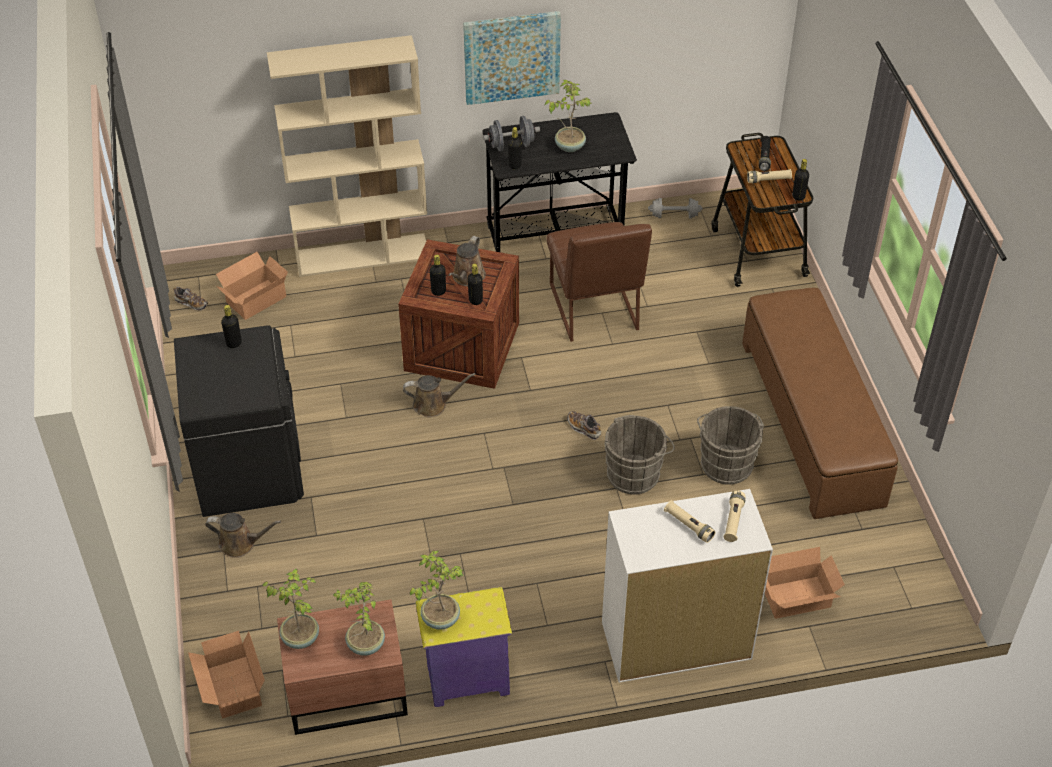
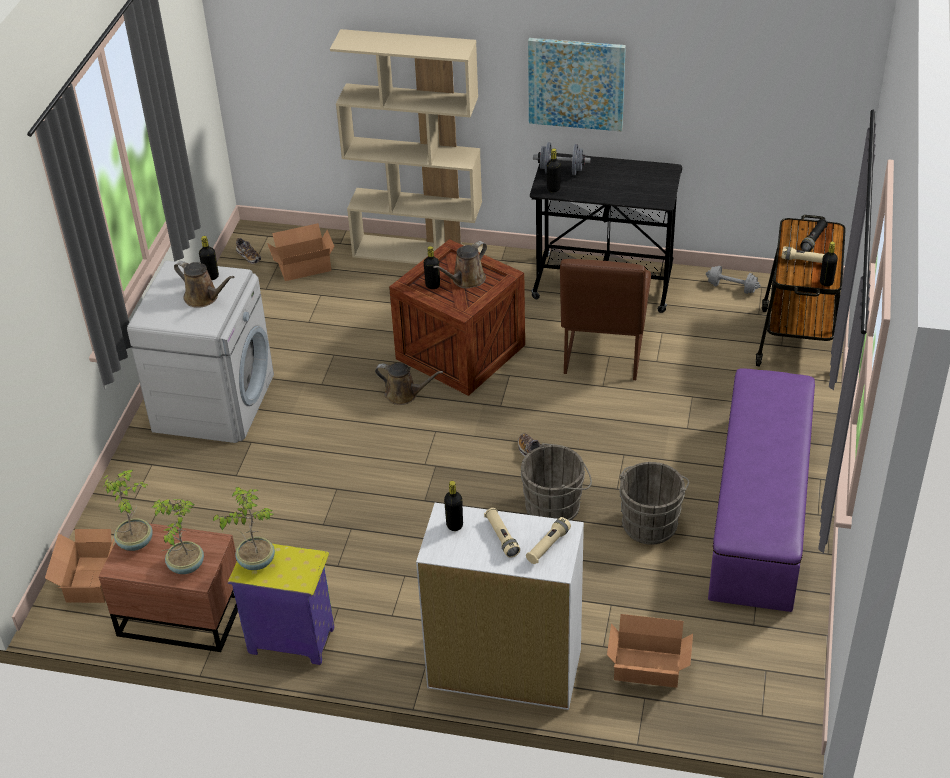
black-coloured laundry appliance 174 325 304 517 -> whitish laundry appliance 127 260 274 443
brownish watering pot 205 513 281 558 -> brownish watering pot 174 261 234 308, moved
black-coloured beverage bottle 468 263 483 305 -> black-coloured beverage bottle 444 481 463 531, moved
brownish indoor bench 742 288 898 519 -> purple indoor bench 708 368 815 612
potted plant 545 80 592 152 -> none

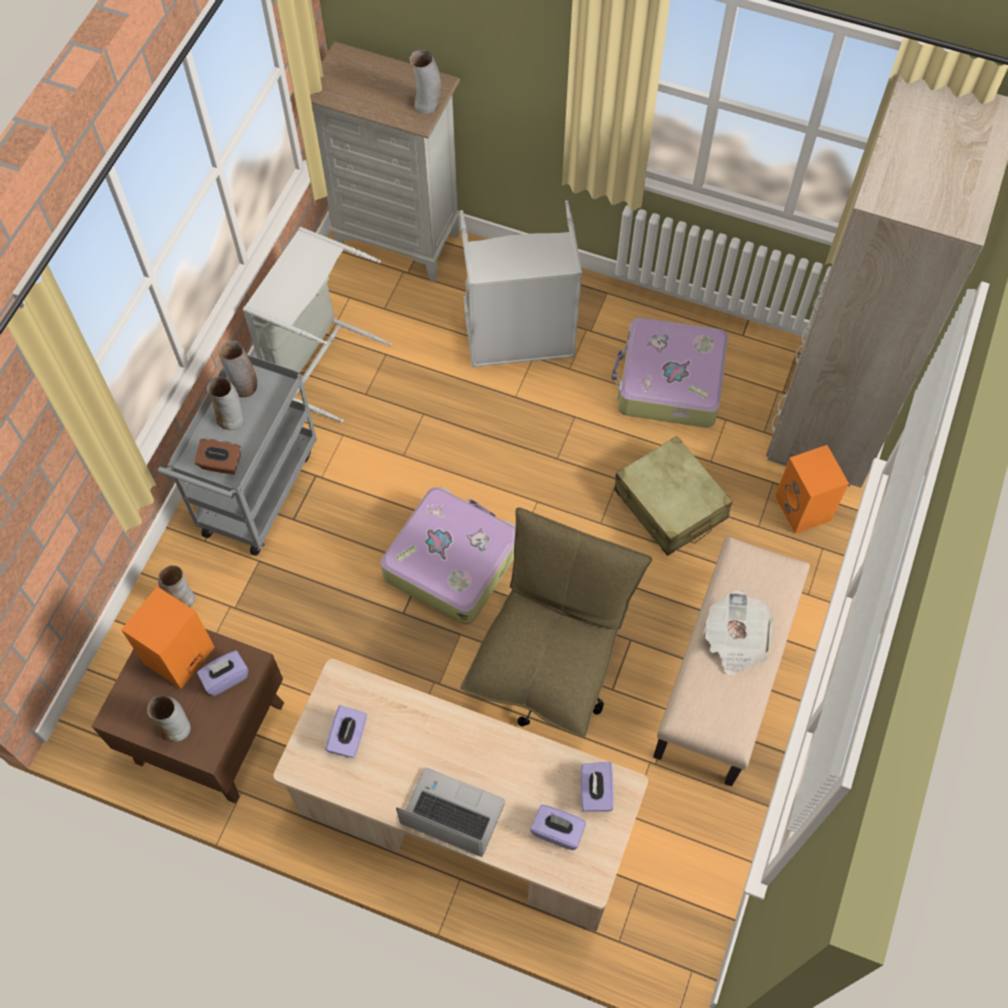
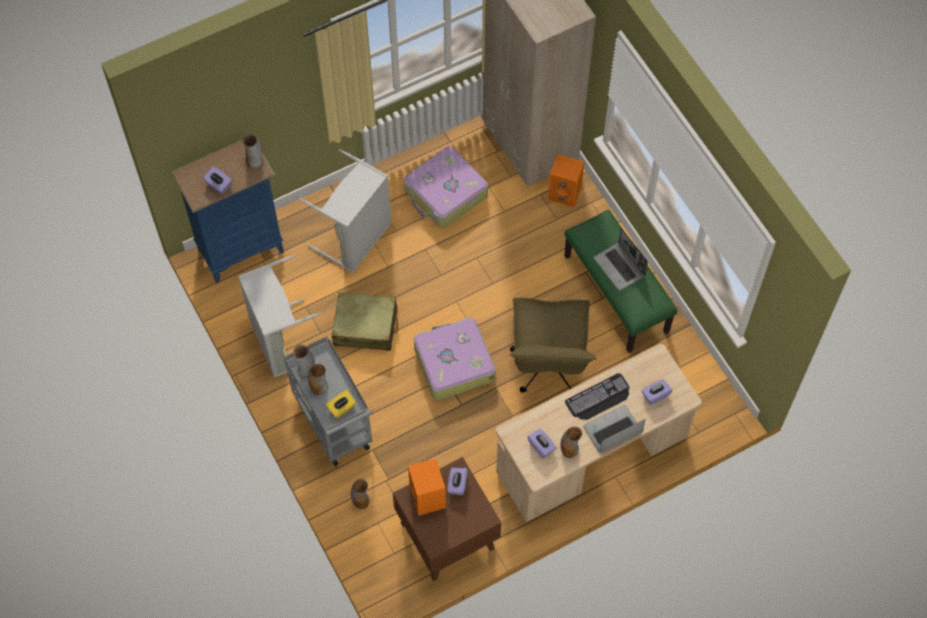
whitish chest of drawers 310 42 460 282 -> bluish chest of drawers 171 140 284 283
purple box of tissues 581 762 614 812 -> purple box of tissues 203 166 232 194, moved
brownish box of tissues 195 439 242 475 -> yellow box of tissues 326 390 356 418
sand-coloured piece of luggage 615 436 733 556 -> sand-coloured piece of luggage 332 293 398 351, moved
sand-coloured computer chair 460 507 652 737 -> sand-coloured computer chair 510 298 597 393, 150 degrees counterclockwise
decorative vase 147 696 191 742 -> decorative vase 561 427 582 458, moved
sand-coloured indoor bench 653 536 810 786 -> green-coloured indoor bench 564 210 677 353
none -> computer keyboard 565 373 630 420
printed paper 703 590 773 676 -> laptop 594 228 648 291

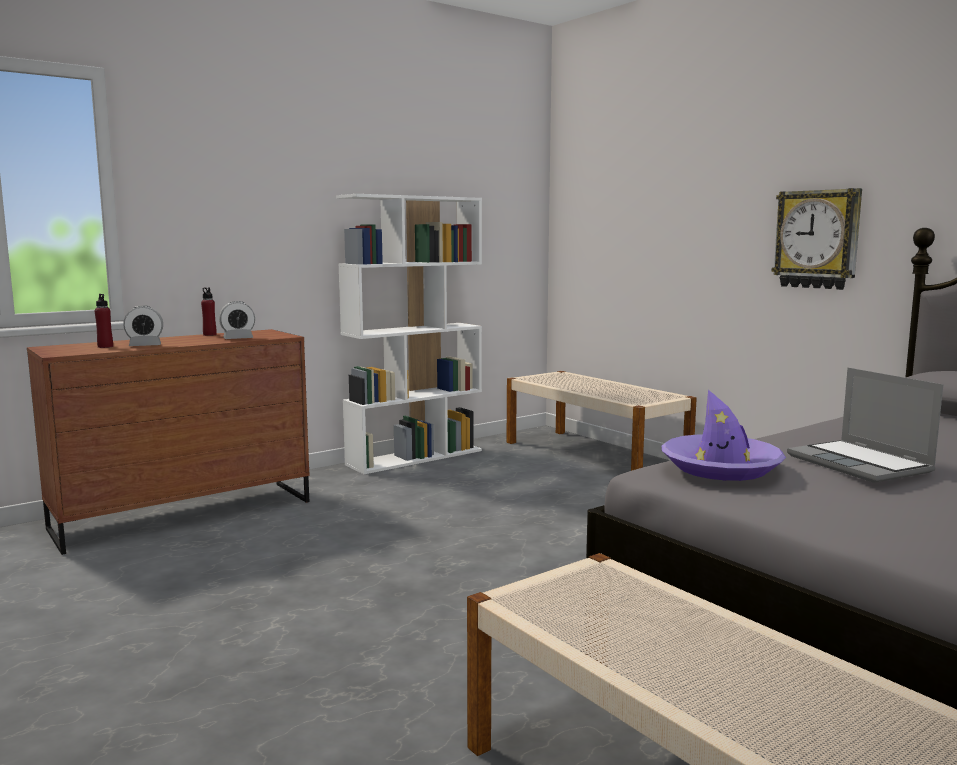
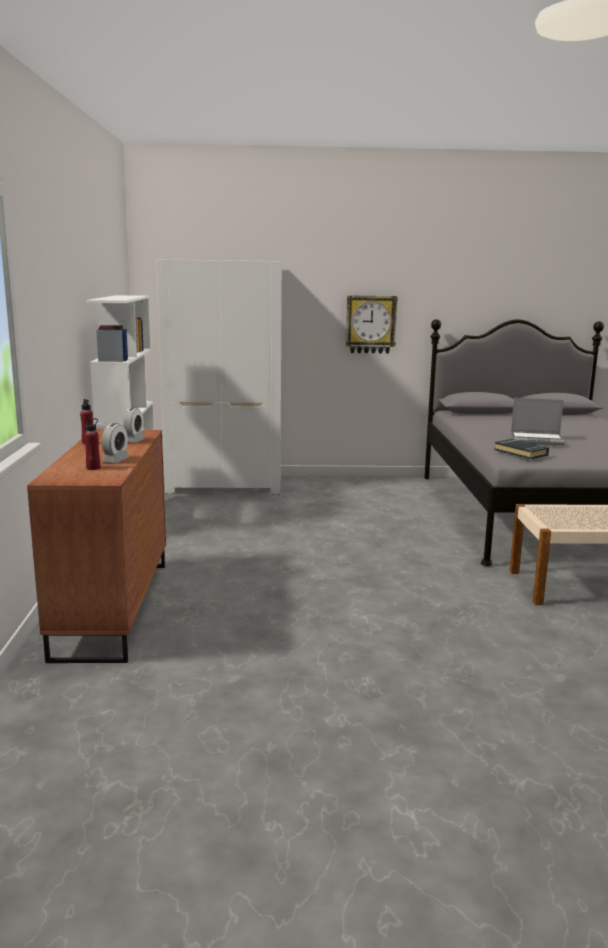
sand-coloured indoor bench 507 371 697 471 -> whitish wardrobe 156 259 282 495
purple hat 662 390 786 481 -> black-coloured book 494 439 549 459

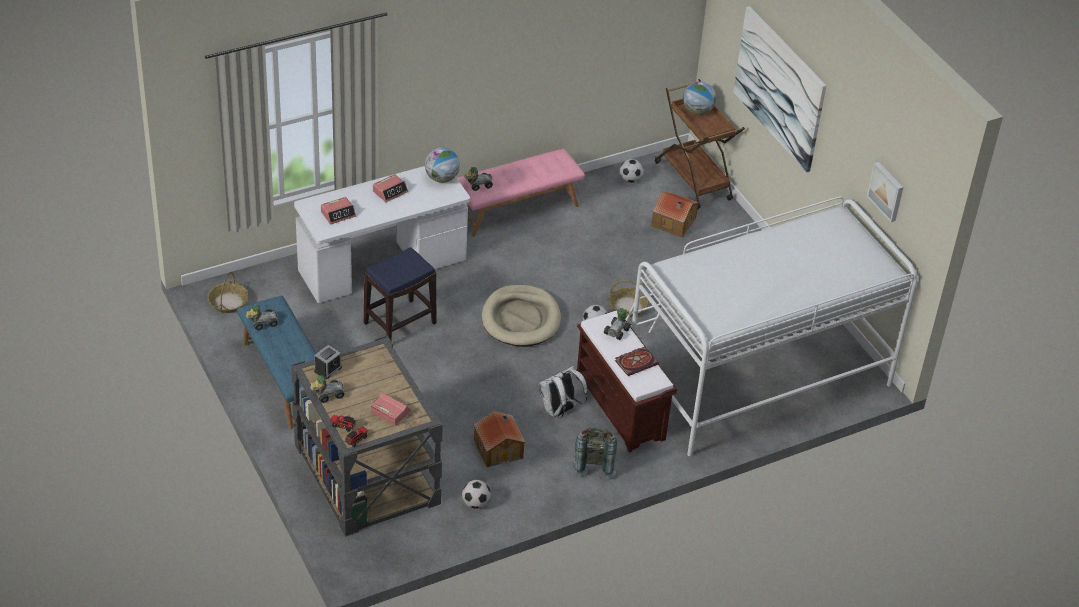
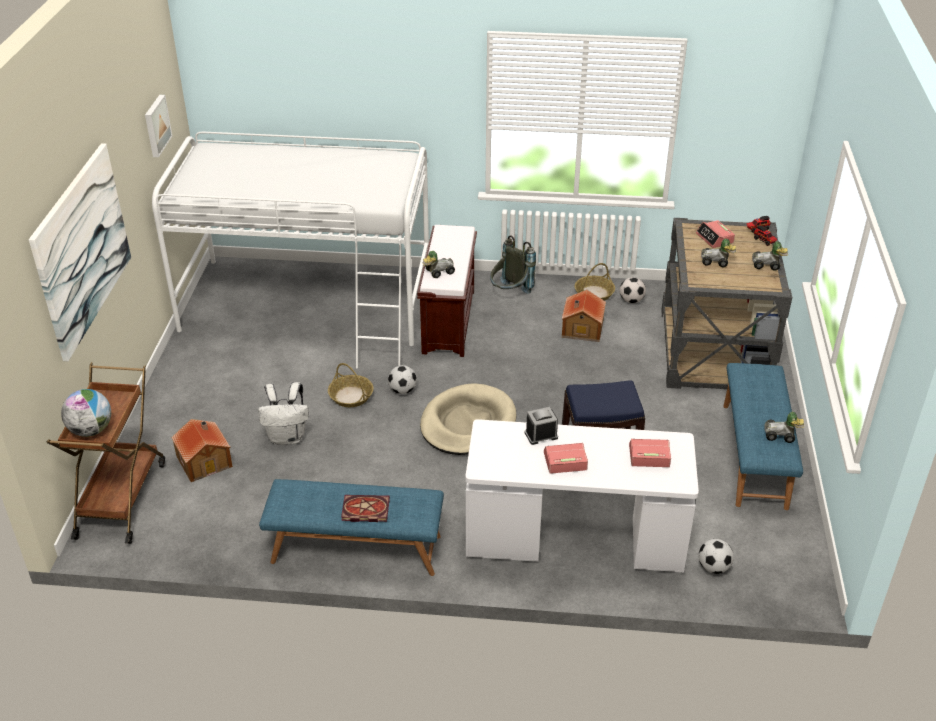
whitish backpack 539 366 587 418 -> whitish backpack 258 382 309 445, moved
pink-coloured indoor bench 457 148 585 237 -> bluish indoor bench 259 479 444 576
book 615 347 659 376 -> book 341 495 390 522, moved
alarm clock 314 345 342 379 -> alarm clock 525 407 558 445, moved
basket 207 272 249 313 -> basket 575 263 615 301, moved
ball for football 620 159 644 183 -> ball for football 698 539 734 574, moved
miniature car 464 167 493 191 -> miniature car 701 238 736 267, moved
globe 425 147 460 183 -> none

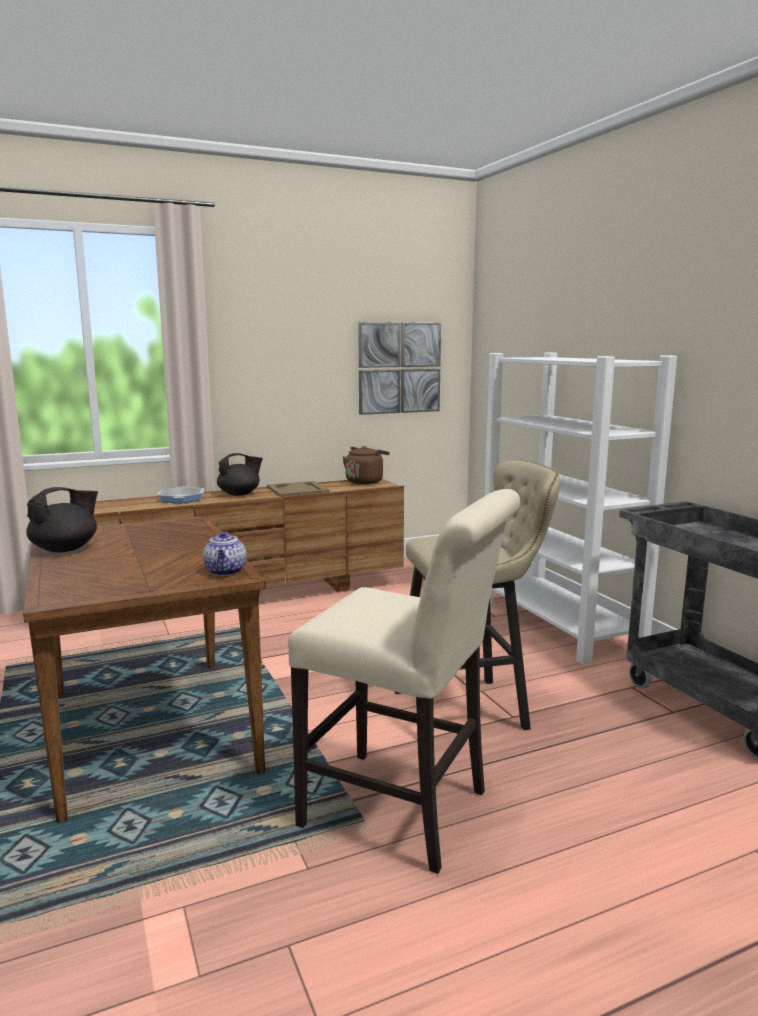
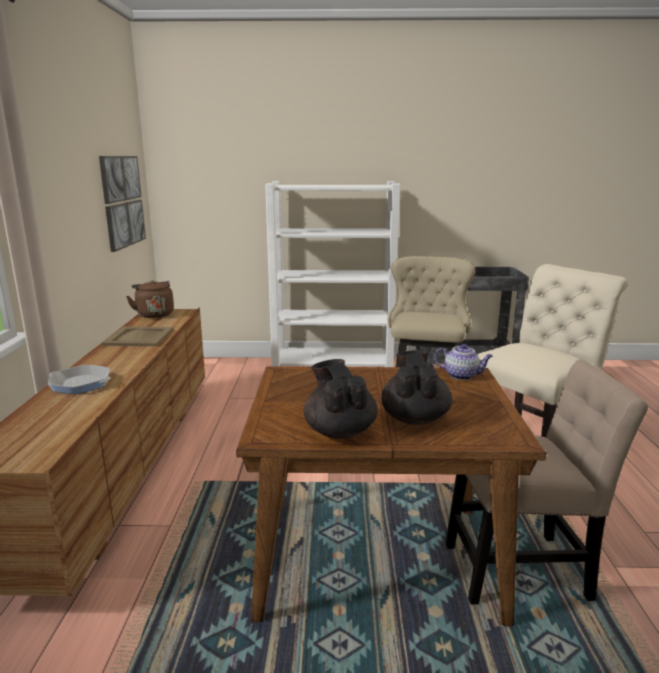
black-coloured tea pot 217 453 263 496 -> black-coloured tea pot 381 350 452 425, moved
none -> sand-coloured plain chair 445 359 648 605

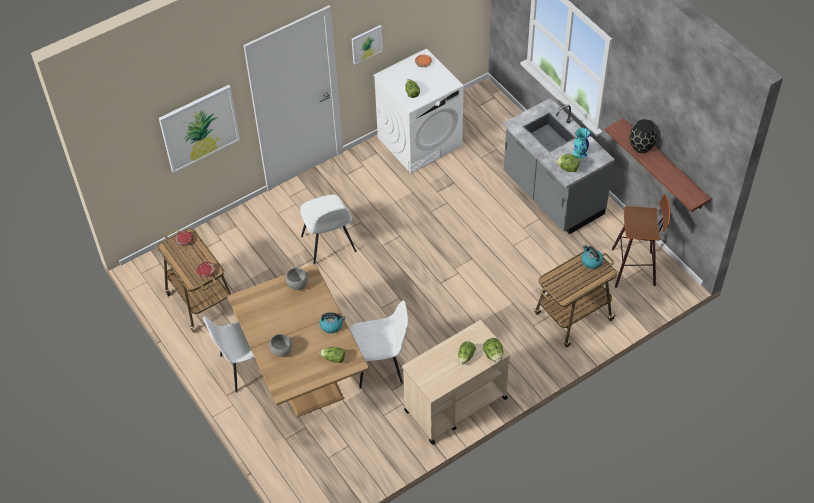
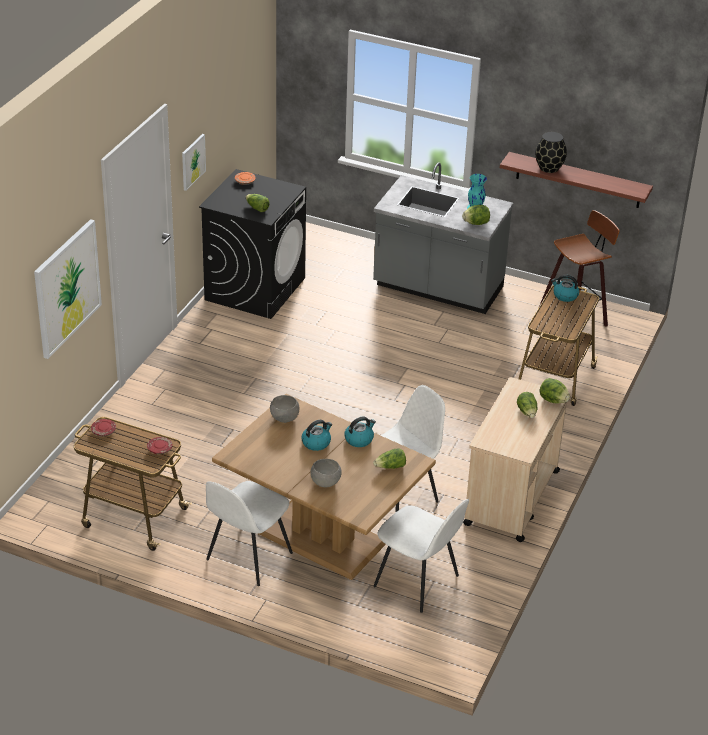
whitish laundry appliance 373 48 463 173 -> black-coloured laundry appliance 199 169 306 319
none -> kettle 301 420 332 451
whitish plain chair 300 195 356 264 -> whitish plain chair 374 499 469 613, moved

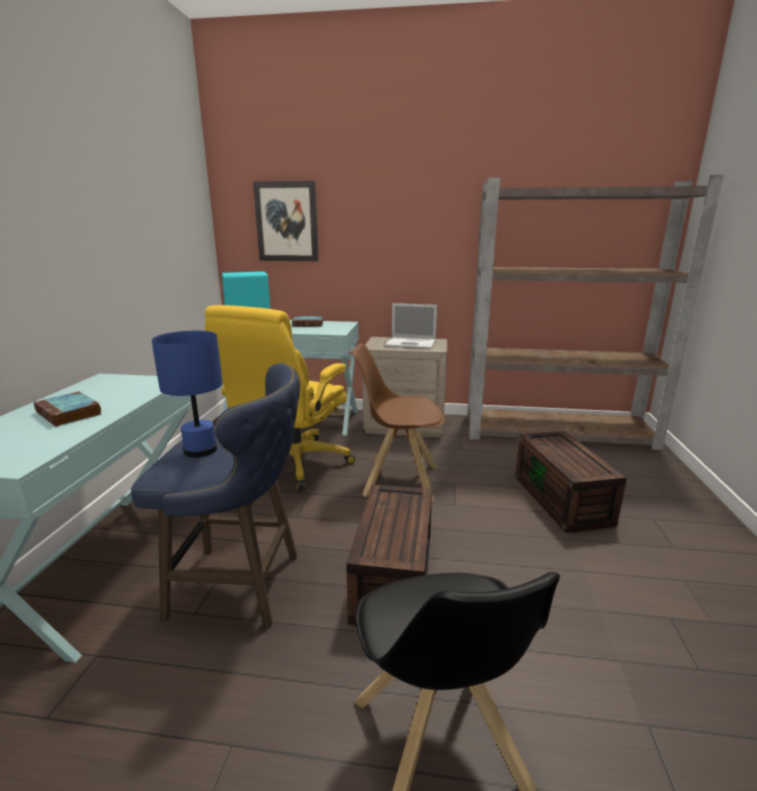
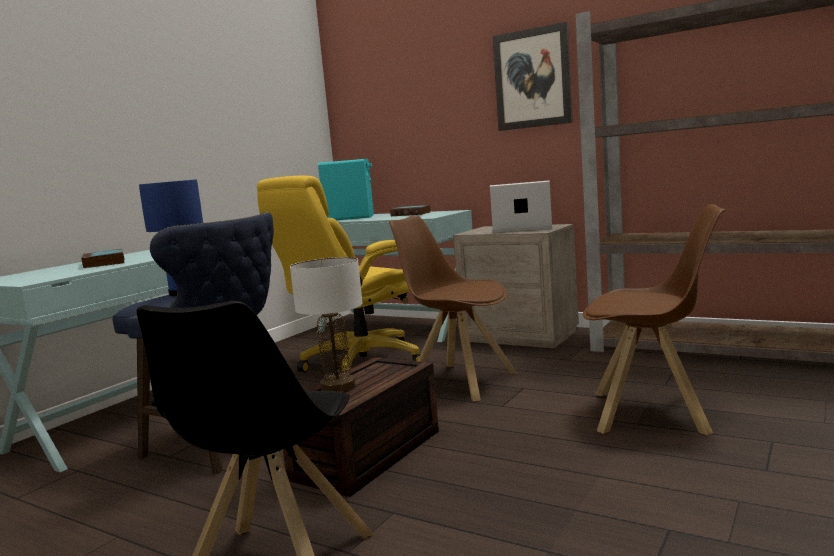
none -> table lamp 290 257 363 392
laptop 385 303 437 349 -> laptop 490 181 552 233, 150 degrees clockwise
wall picture 253 181 319 261 -> wall picture 492 22 573 131, moved
brownish storage bin 515 431 627 533 -> brownish plain chair 583 204 726 435

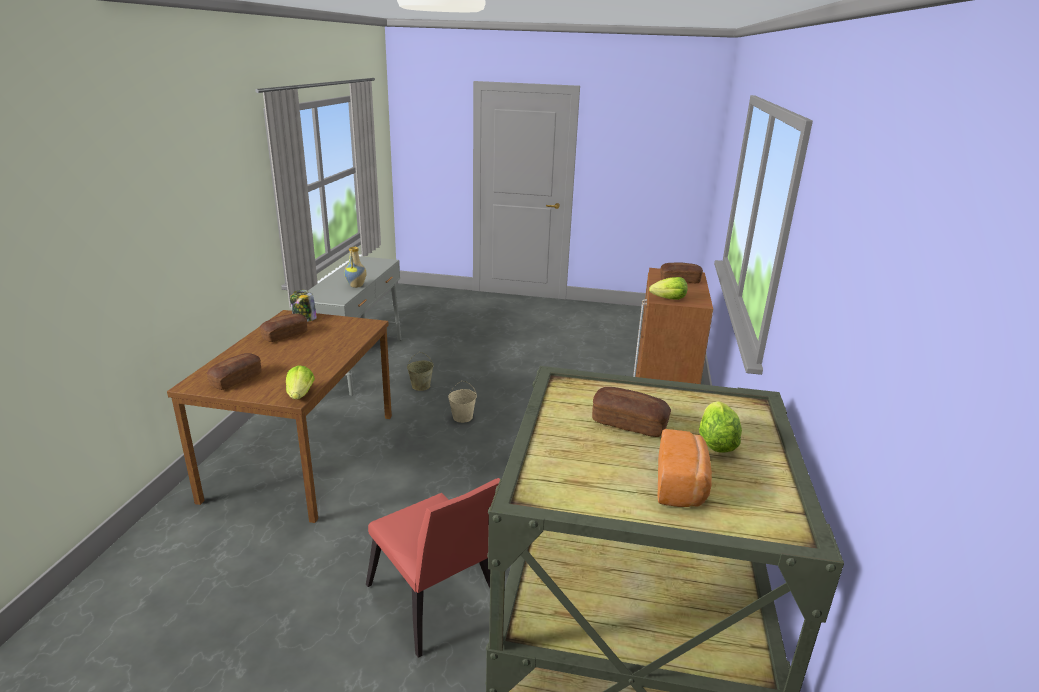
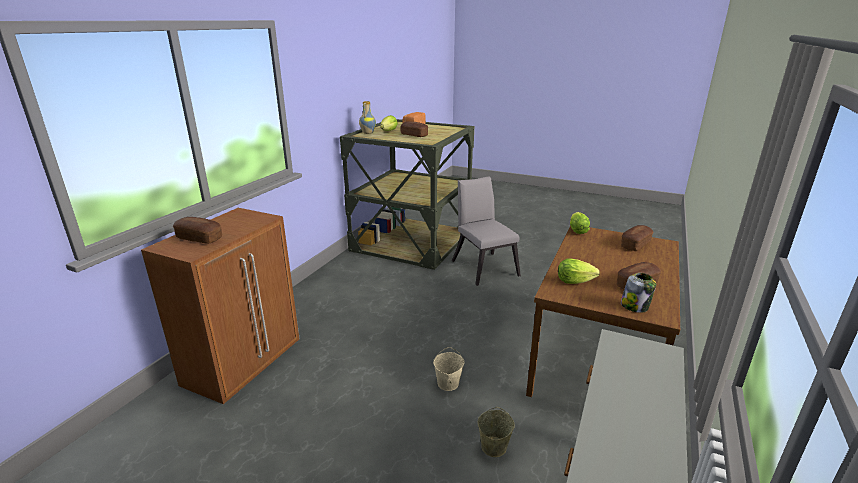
decorative vase 344 246 367 288 -> decorative vase 359 101 376 134, moved
red plain chair 366 478 500 658 -> gray plain chair 452 176 521 286
head of lettuce 649 277 688 300 -> head of lettuce 558 259 600 284, moved

